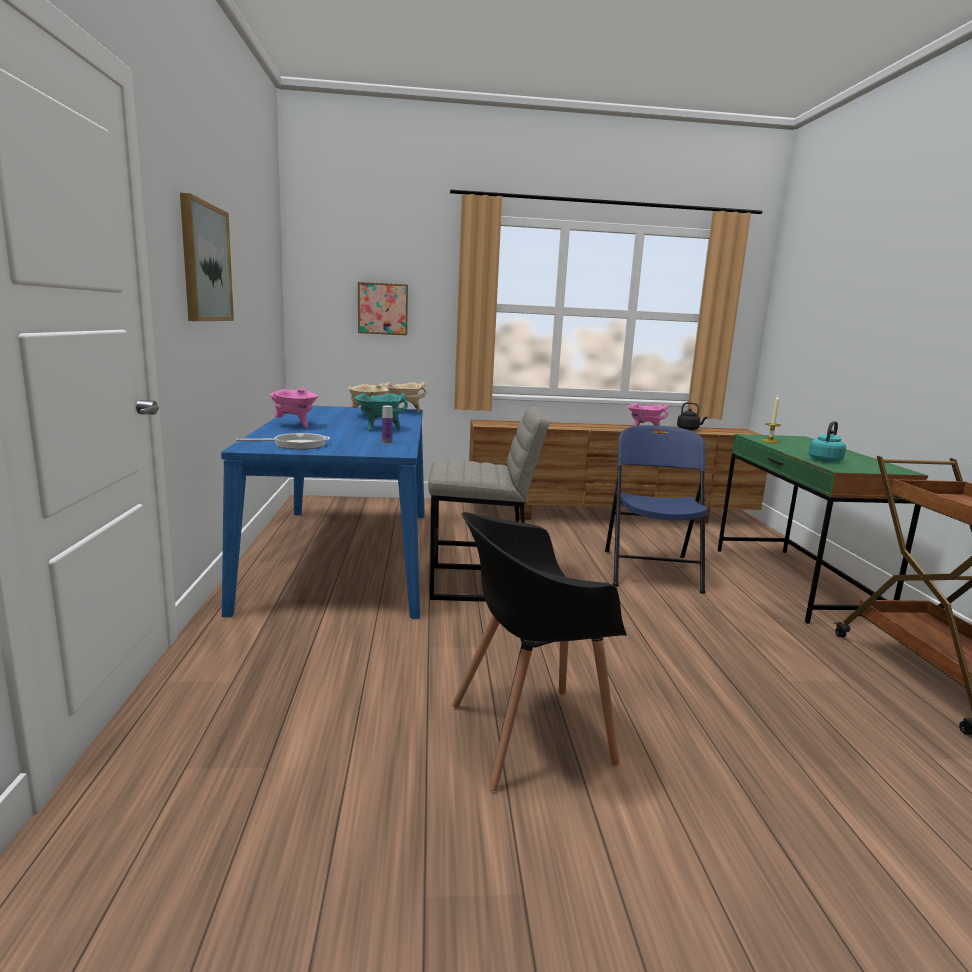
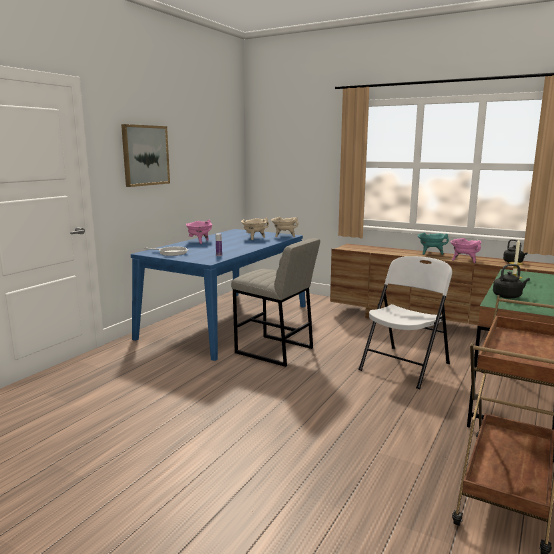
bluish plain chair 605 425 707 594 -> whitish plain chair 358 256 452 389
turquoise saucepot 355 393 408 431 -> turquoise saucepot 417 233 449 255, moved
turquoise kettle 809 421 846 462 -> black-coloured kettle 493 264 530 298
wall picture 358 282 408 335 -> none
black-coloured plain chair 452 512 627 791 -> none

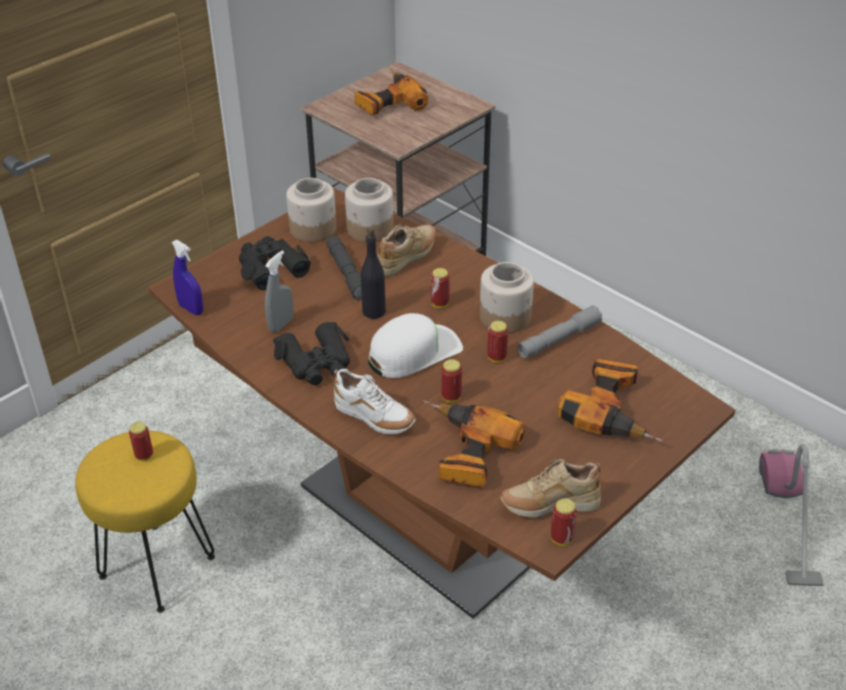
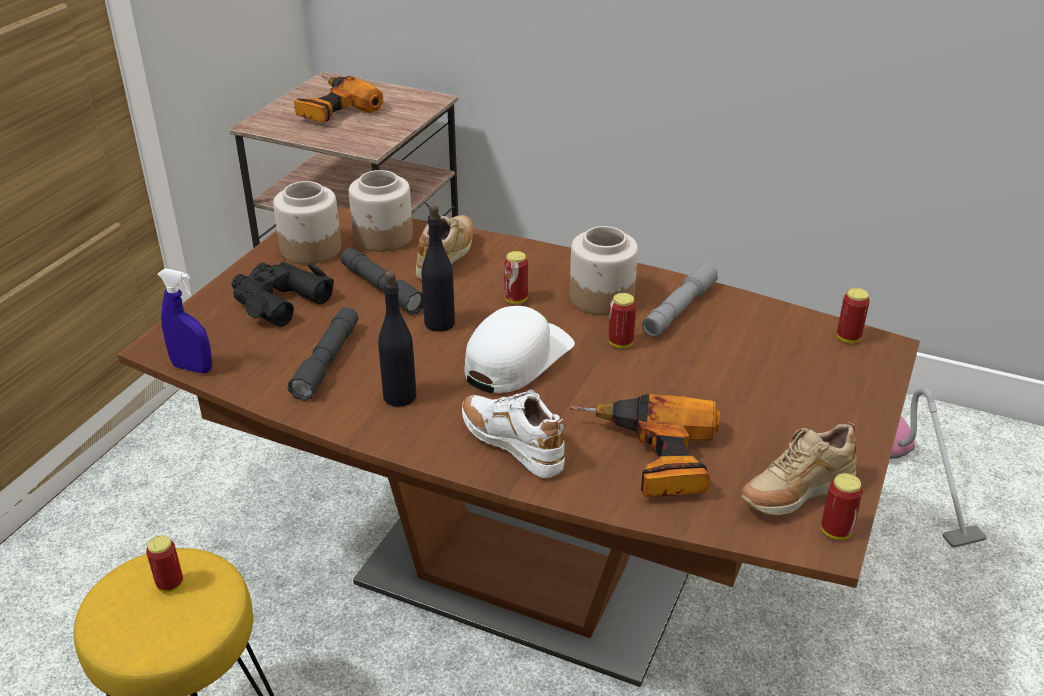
gray spray bottle 265 250 294 333 -> gray flashlight 288 307 358 401
black-coloured field glasses 273 322 350 385 -> black-coloured beverage bottle 378 271 417 407
whitish shoe 334 369 415 434 -> whitish shoe 462 390 565 478, 150 degrees counterclockwise
can 441 359 462 402 -> can 837 288 870 343, moved
power drill 557 358 664 442 -> none

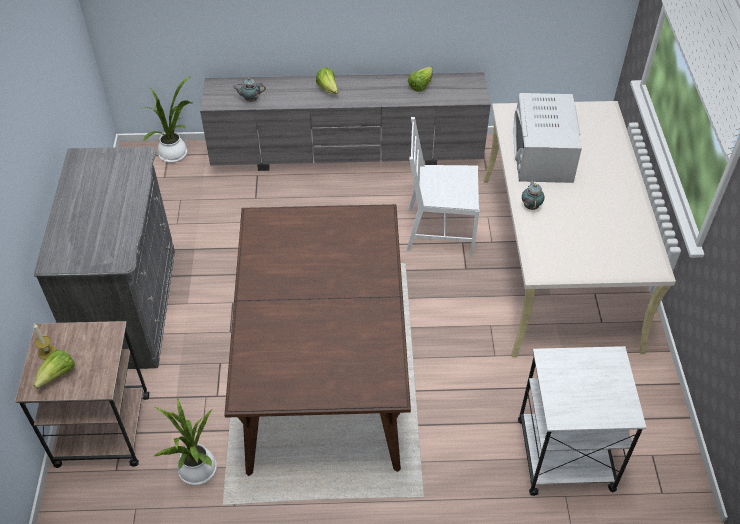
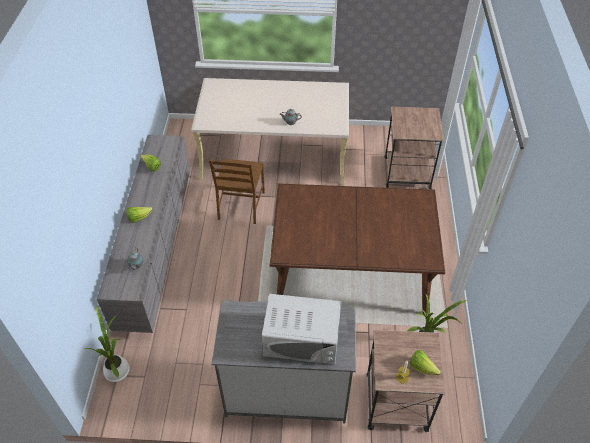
whitish plain chair 407 117 480 255 -> brownish plain chair 209 159 265 224
whitish microwave oven 514 93 582 183 -> whitish microwave oven 262 294 341 364, moved
whitish cart 518 346 647 496 -> brownish cart 384 107 444 189

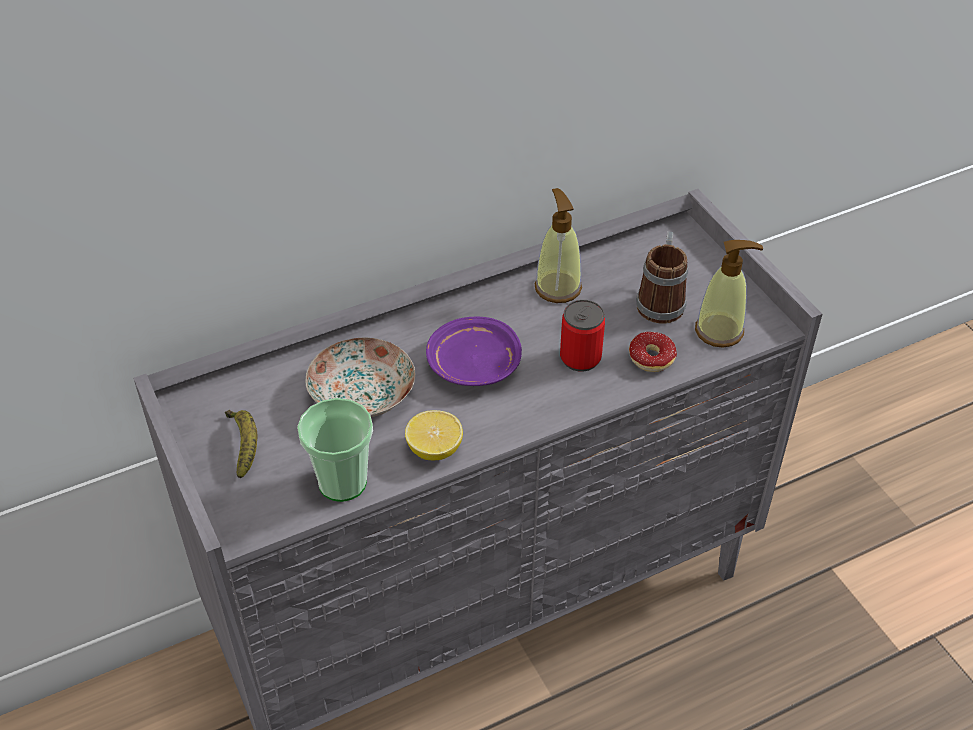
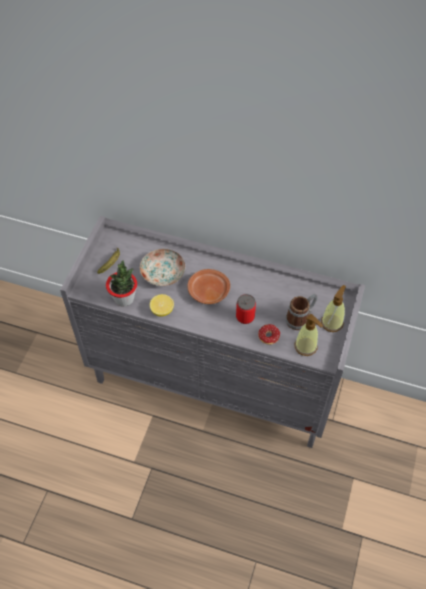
cup 297 398 373 502 -> potted plant 106 260 137 307
purple plate 426 316 522 386 -> brownish plate 188 269 230 304
liquid soap bottle 535 188 582 303 -> liquid soap bottle 321 285 346 332, moved

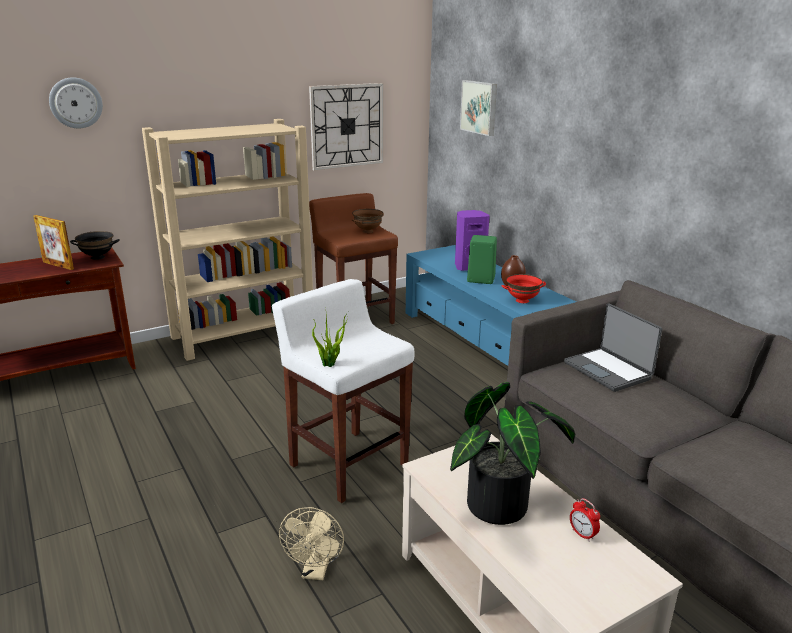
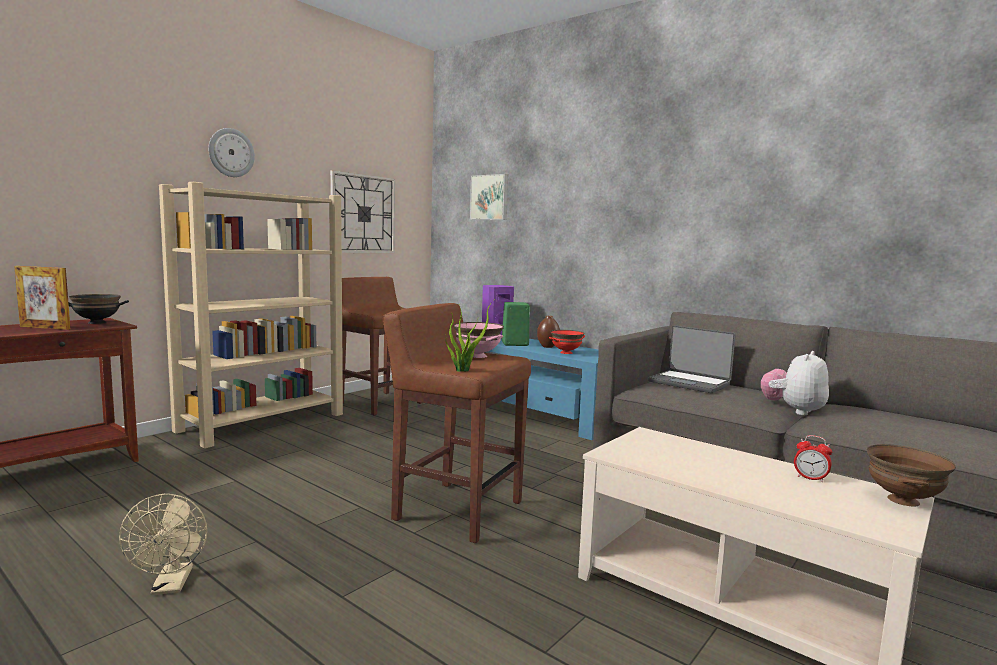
sand-coloured fan 279 507 344 580 -> sand-coloured fan 119 494 207 595, moved
hanging clock 49 77 103 129 -> hanging clock 208 128 255 177, moved
whitish stool 272 279 414 503 -> brownish stool 383 303 531 543
none -> pink-coloured bowl 454 322 504 358
none -> plush toy 761 351 829 415
brownish bowl 352 209 384 233 -> brownish bowl 867 444 956 506, moved
potted plant 450 382 575 525 -> none

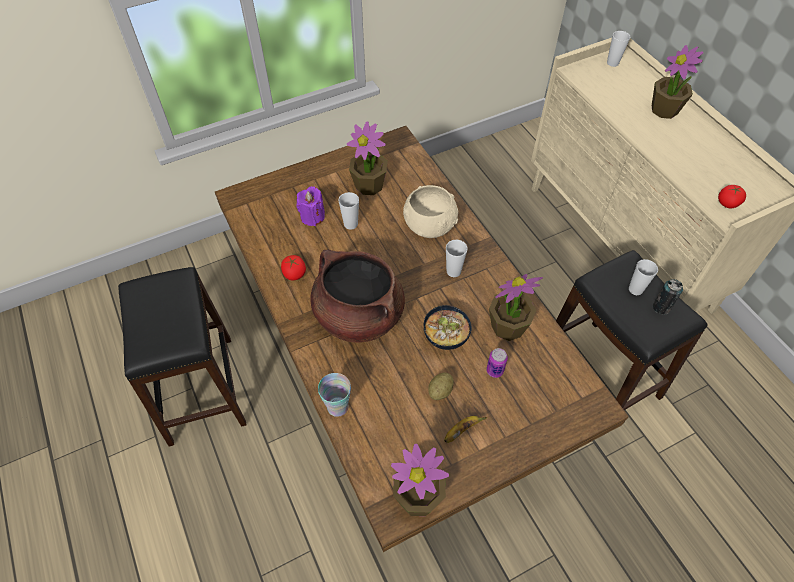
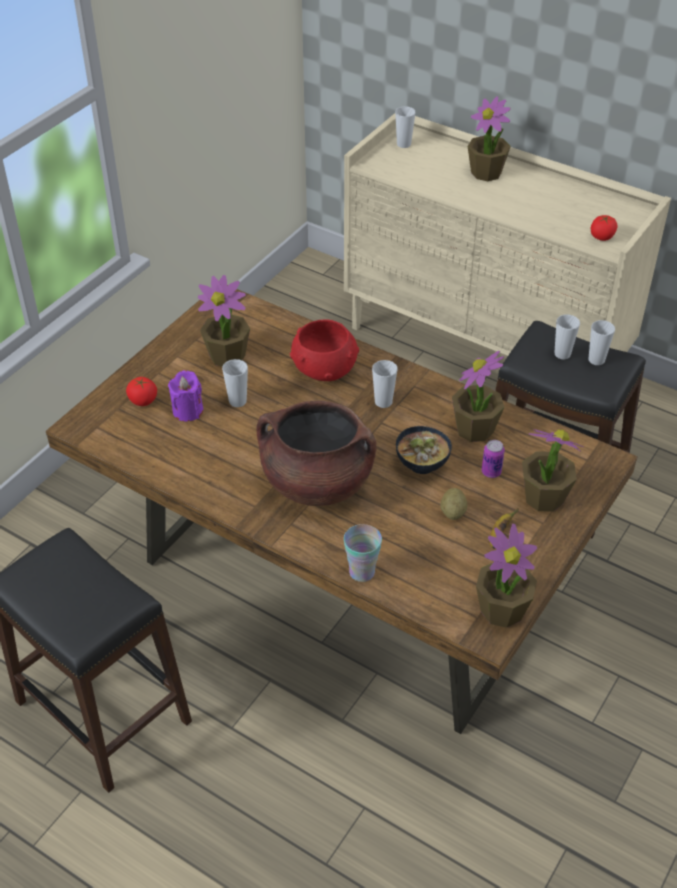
whole tomato 281 255 306 280 -> whole tomato 126 377 157 406, moved
sand-coloured bowl 403 185 458 238 -> red bowl 290 319 359 381
none -> potted plant 522 429 583 512
can 653 279 683 315 -> cup 589 320 615 365

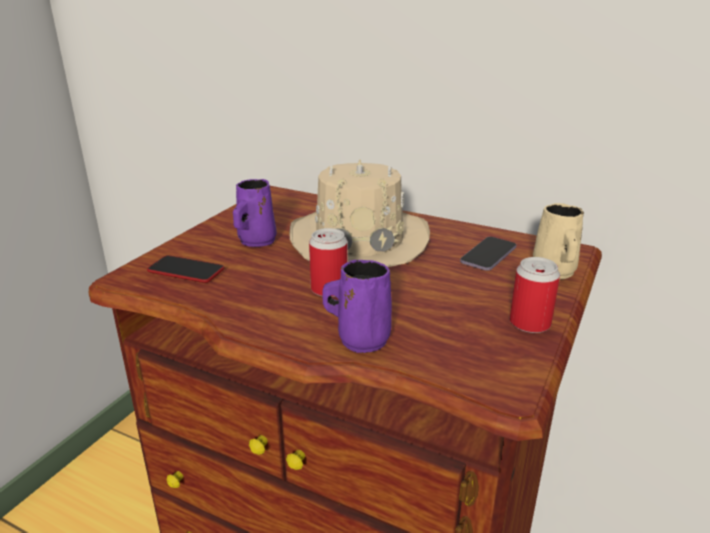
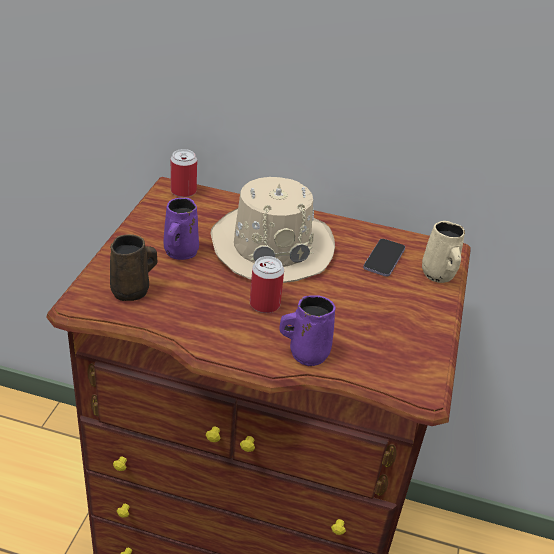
phone 147 255 224 283 -> brownish mug 110 234 157 301
can 510 257 560 333 -> can 171 149 197 197, moved

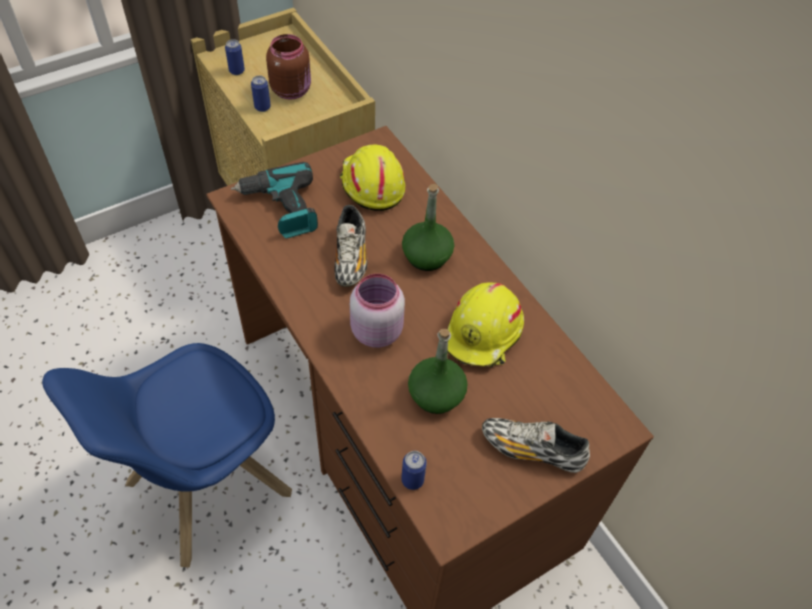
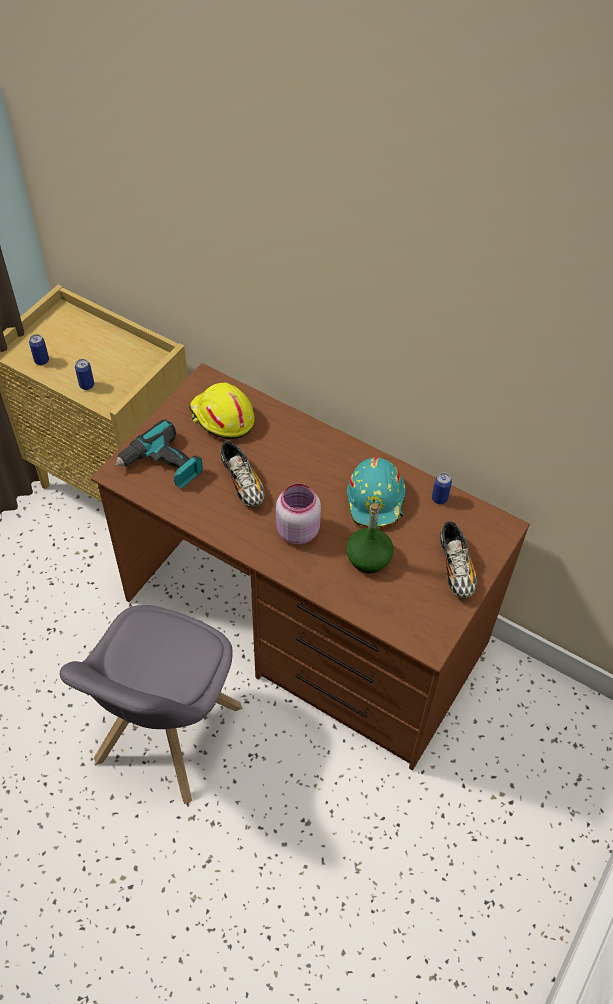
bluish plain chair 42 343 292 568 -> gray plain chair 60 605 242 804
yellow safety helmet 447 282 524 367 -> turquoise safety helmet 347 457 406 528
can 401 451 427 490 -> can 432 473 452 504, moved
shoe 482 418 590 473 -> shoe 440 521 477 599, 90 degrees counterclockwise
brownish jar 266 34 311 100 -> none
green-coloured beverage bottle 402 184 454 271 -> none

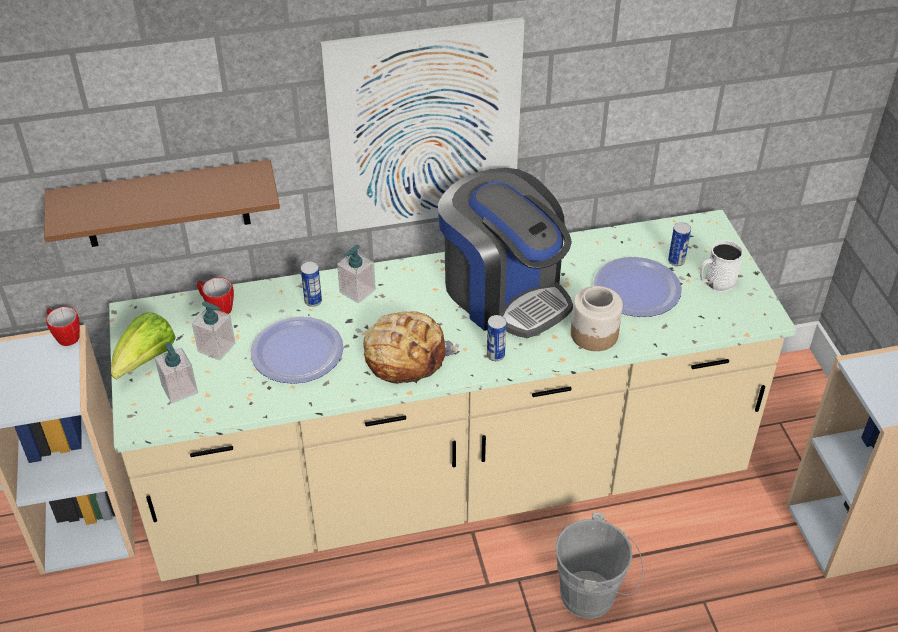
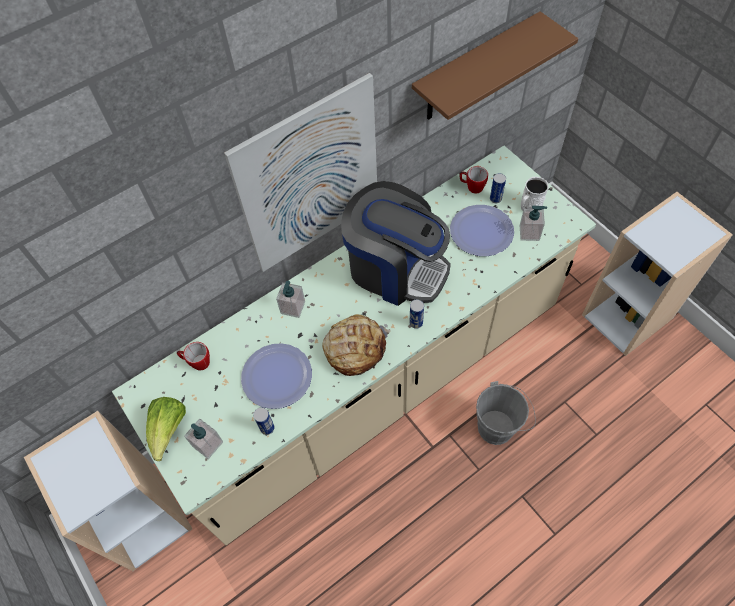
can 301 262 322 307 -> can 253 407 275 435, moved
brownish wall shelf 44 159 280 247 -> brownish wall shelf 412 11 578 120, moved
mug 46 307 80 346 -> mug 459 166 488 194, moved
liquid soap bottle 192 301 235 360 -> liquid soap bottle 519 206 547 241, moved
jar 571 286 623 351 -> none

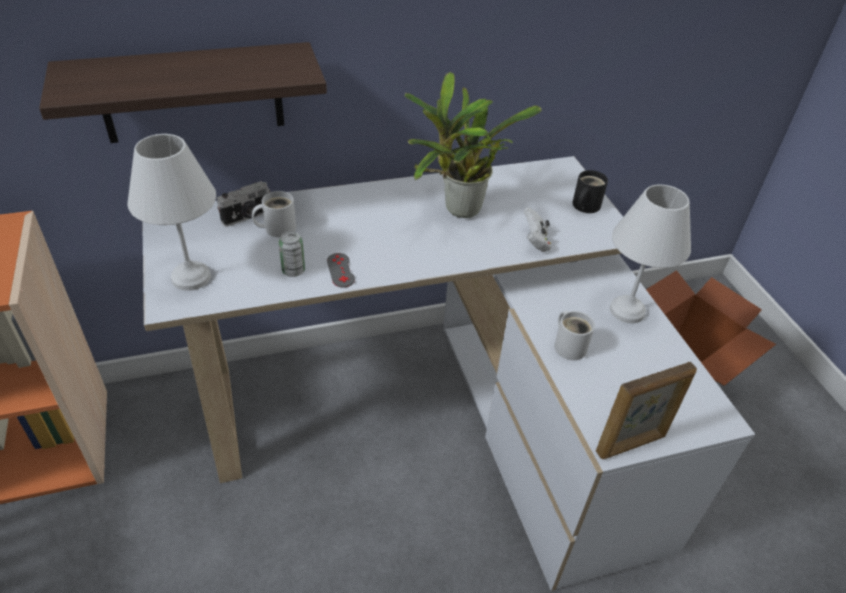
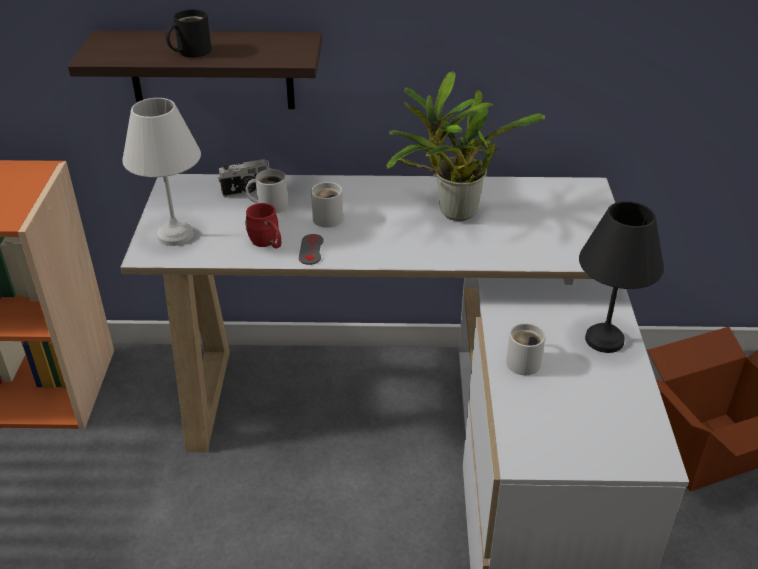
black-coloured mug 573 170 608 213 -> black-coloured mug 166 9 212 57, moved
can 279 231 305 277 -> red mug 245 203 281 248
none -> whitish mug 311 182 343 228
whitish table lamp 610 184 691 323 -> black-coloured table lamp 579 201 664 353
whitish joypad 523 207 551 252 -> none
photo frame 596 362 697 459 -> none

